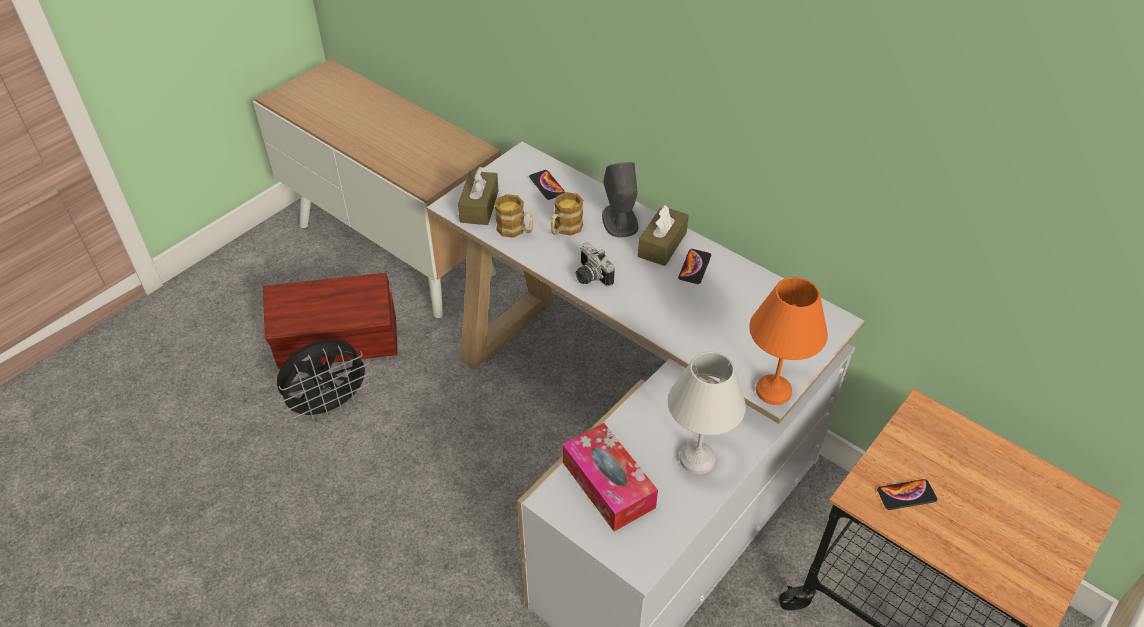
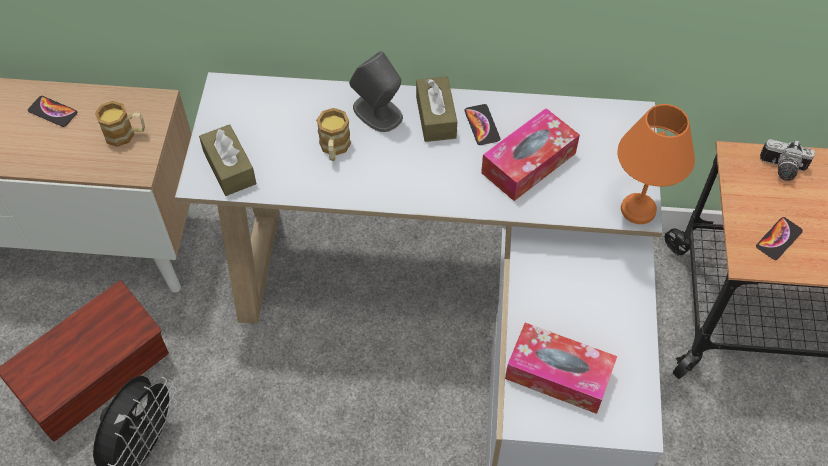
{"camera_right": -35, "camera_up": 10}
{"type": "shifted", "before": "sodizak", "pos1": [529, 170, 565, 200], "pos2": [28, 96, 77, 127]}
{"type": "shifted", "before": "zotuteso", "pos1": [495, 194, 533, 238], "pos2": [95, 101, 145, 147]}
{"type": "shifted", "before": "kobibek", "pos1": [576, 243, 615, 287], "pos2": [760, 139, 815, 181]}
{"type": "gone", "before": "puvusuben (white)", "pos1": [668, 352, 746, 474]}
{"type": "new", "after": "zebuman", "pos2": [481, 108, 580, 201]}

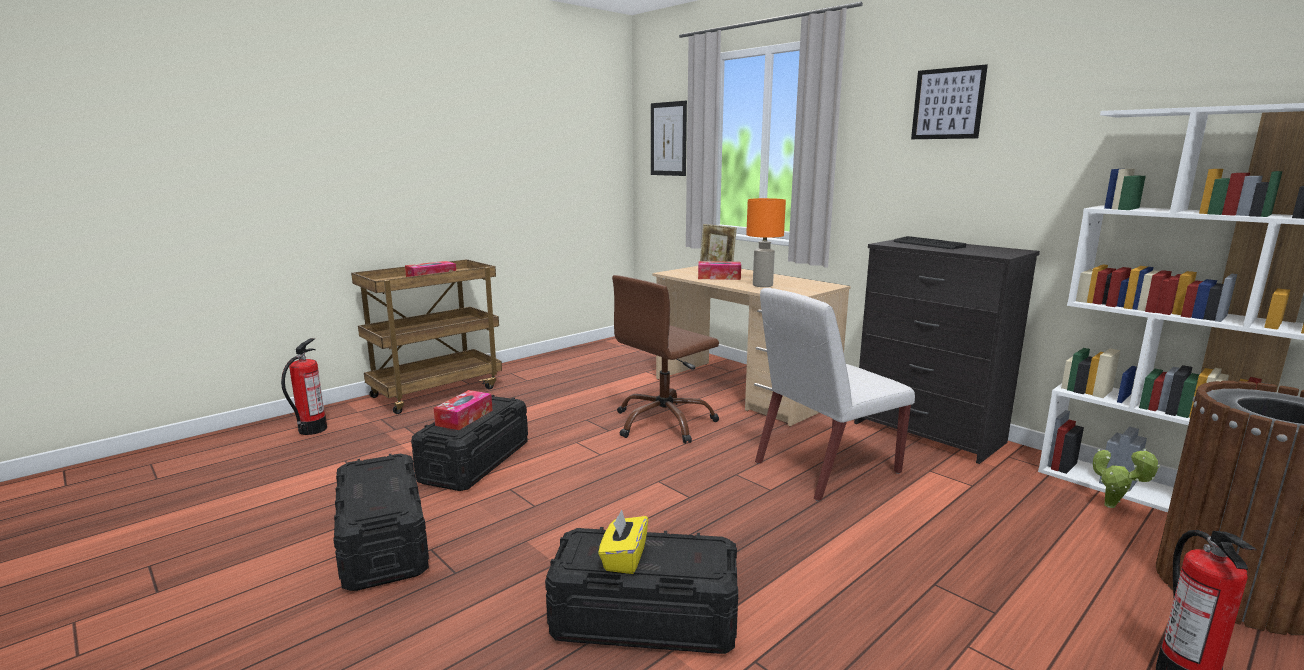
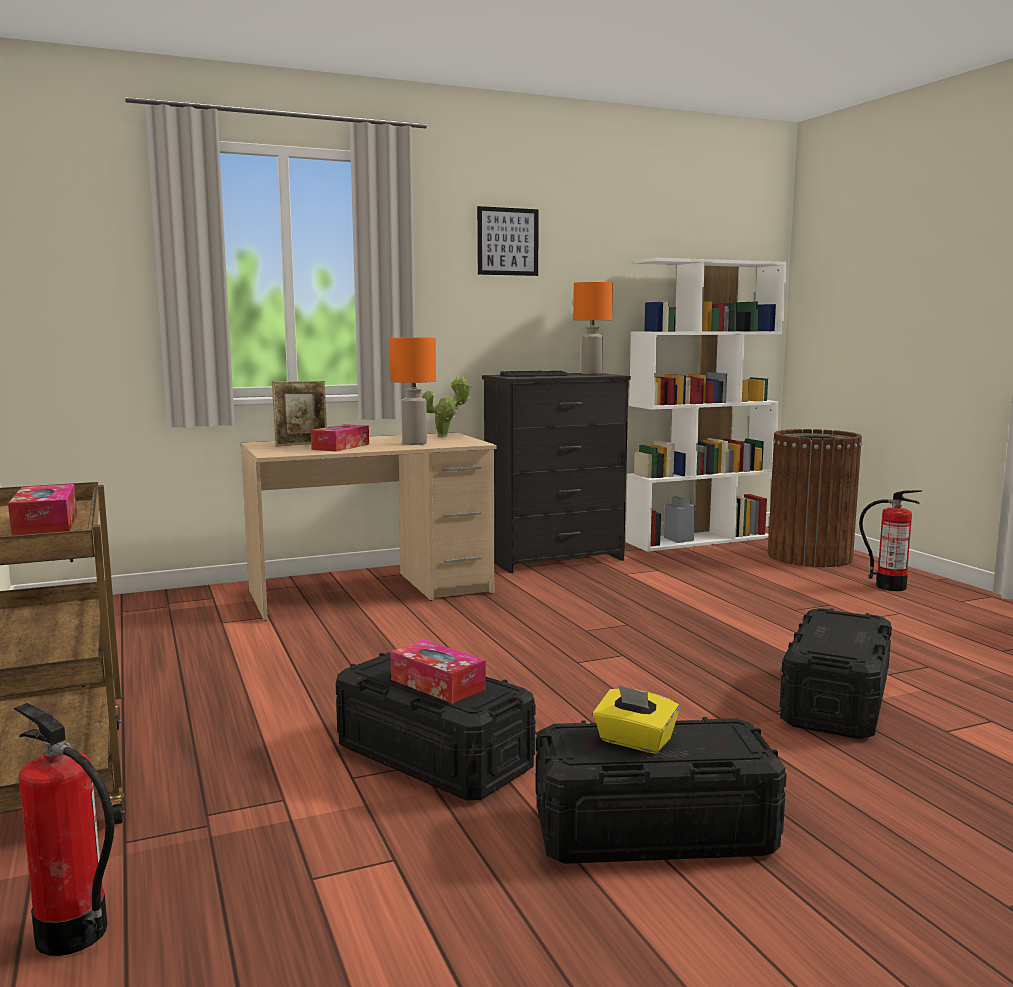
{"camera_right": -70, "camera_up": -5}
{"type": "gone", "before": "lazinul", "pos1": [651, 101, 687, 176]}
{"type": "gone", "before": "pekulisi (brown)", "pos1": [612, 275, 719, 444]}
{"type": "gone", "before": "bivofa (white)", "pos1": [755, 288, 915, 501]}
{"type": "shifted", "before": "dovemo", "pos1": [1093, 449, 1160, 508], "pos2": [421, 376, 472, 437]}
{"type": "shifted", "before": "zebuman (yellow)", "pos1": [598, 509, 648, 574], "pos2": [593, 685, 679, 754]}
{"type": "new", "after": "puvusuben (orange)", "pos2": [573, 282, 613, 374]}

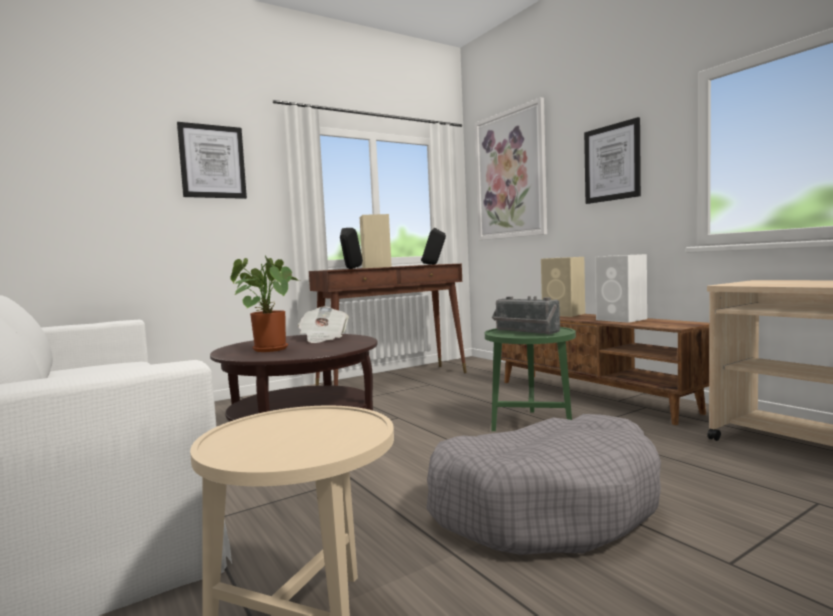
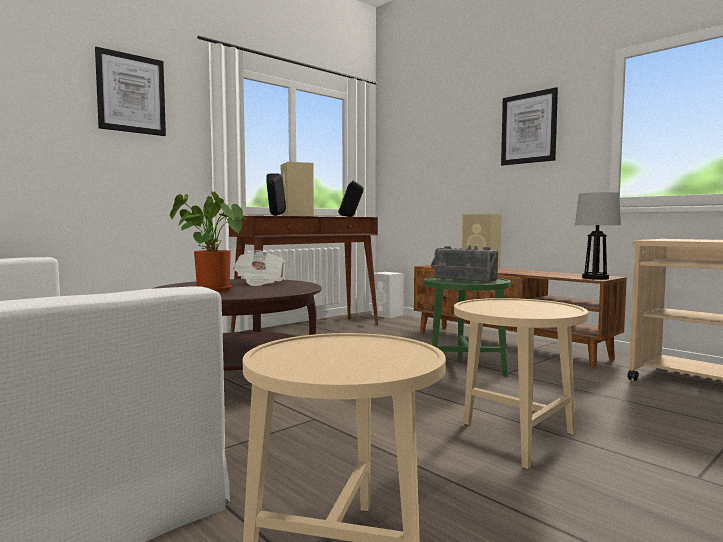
{"camera_right": -10, "camera_up": 0}
{"type": "gone", "before": "lazinul", "pos1": [475, 97, 547, 240]}
{"type": "shifted", "before": "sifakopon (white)", "pos1": [595, 254, 647, 323], "pos2": [371, 272, 404, 318]}
{"type": "swapped", "before": "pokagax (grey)", "after": "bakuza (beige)", "pos1": [426, 414, 661, 555], "pos2": [454, 298, 588, 469]}
{"type": "new", "after": "puvusuben", "pos2": [575, 192, 621, 280]}

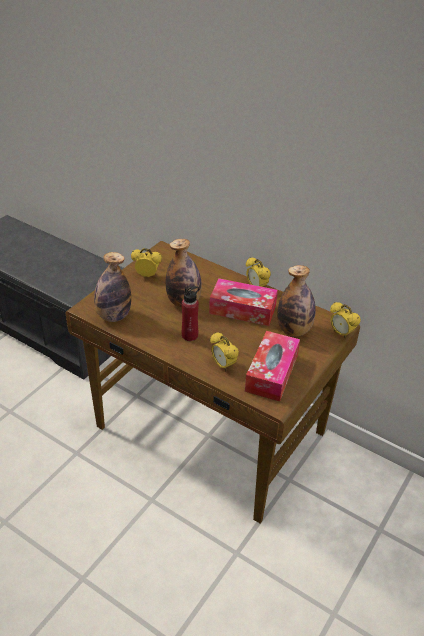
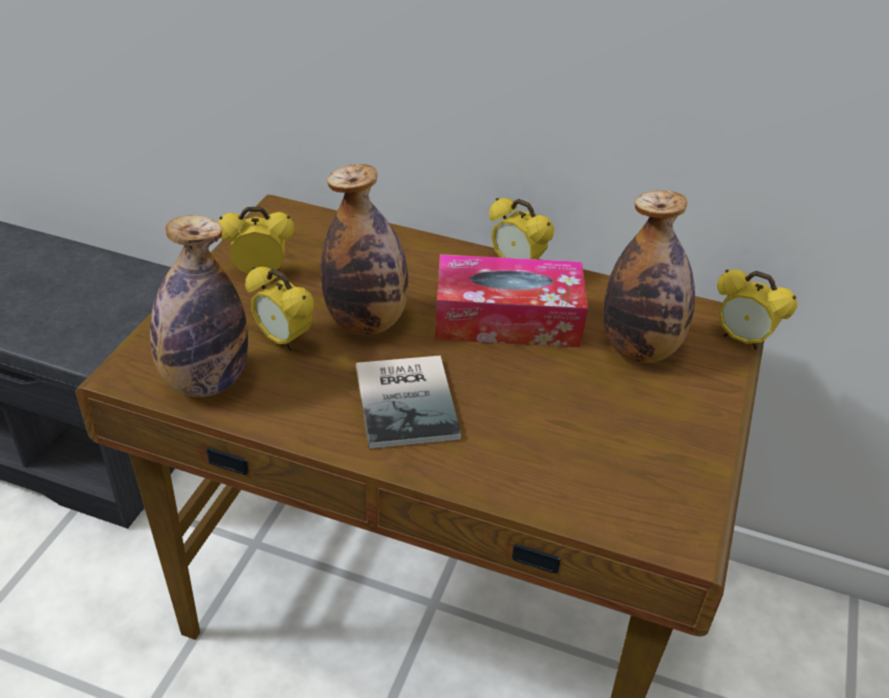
{"camera_right": -15, "camera_up": 0}
{"type": "swapped", "before": "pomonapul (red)", "after": "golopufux", "pos1": [182, 286, 199, 341], "pos2": [356, 355, 461, 449]}
{"type": "gone", "before": "zebuman", "pos1": [245, 331, 300, 401]}
{"type": "shifted", "before": "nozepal", "pos1": [210, 332, 239, 371], "pos2": [245, 267, 314, 351]}

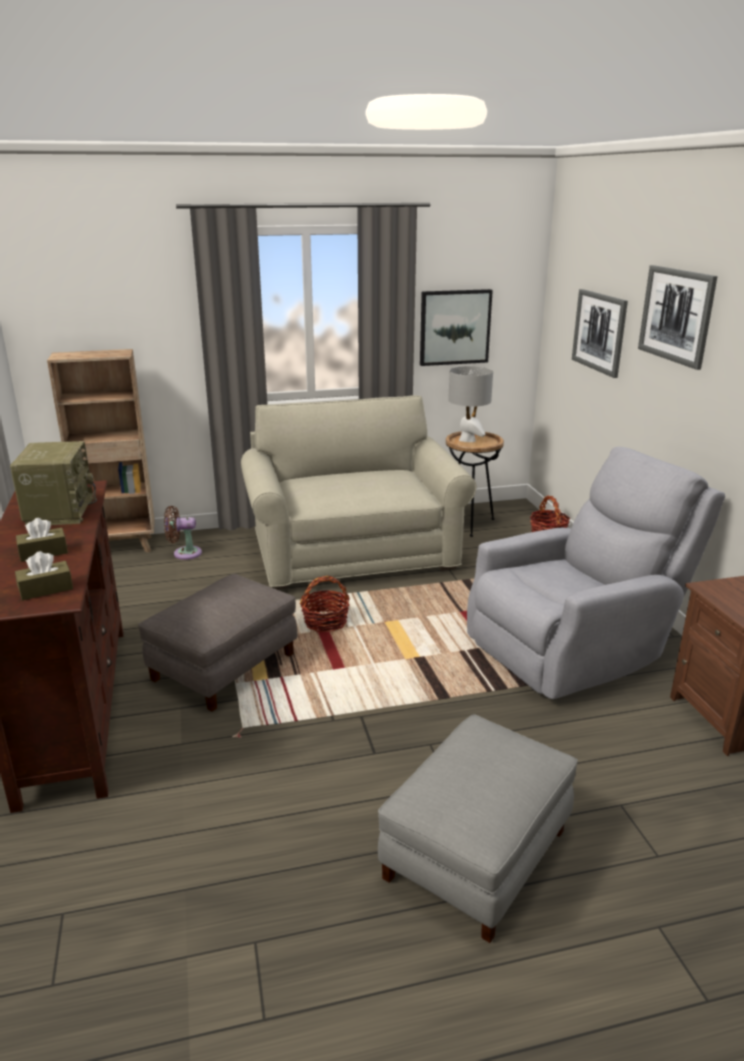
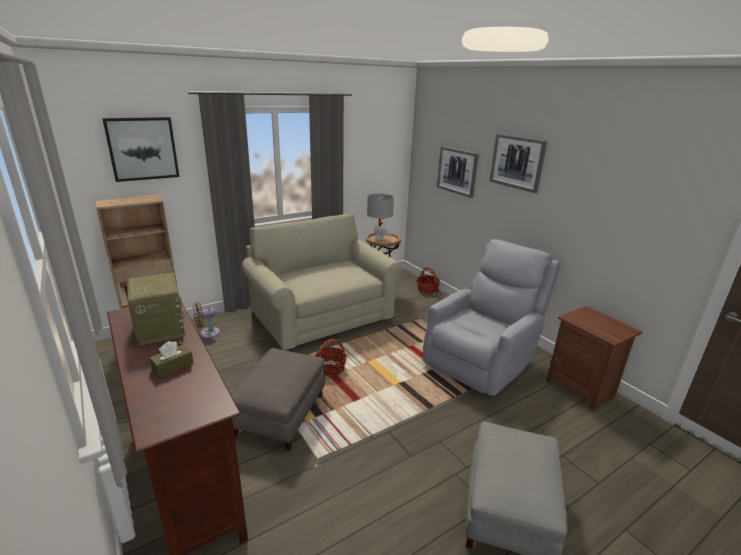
{"camera_right": -20, "camera_up": 0}
{"type": "shifted", "before": "lazinul", "pos1": [420, 289, 493, 366], "pos2": [102, 117, 179, 182]}
{"type": "gone", "before": "zebuman (brown)", "pos1": [15, 551, 73, 600]}

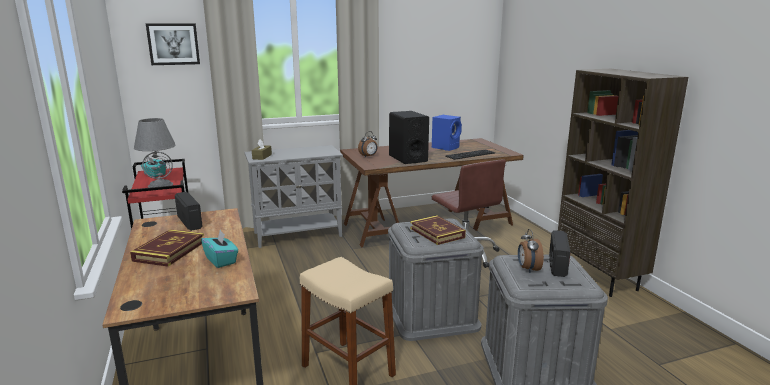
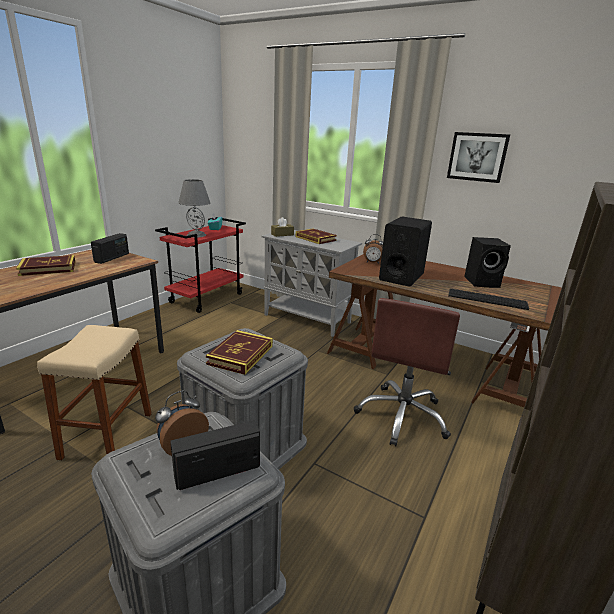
{"camera_right": 50, "camera_up": 5}
{"type": "shifted", "before": "lazinul", "pos1": [146, 23, 200, 65], "pos2": [447, 132, 510, 183]}
{"type": "repainted", "before": "sifakopon (blue)", "after": "sifakopon (black)", "pos1": [432, 115, 462, 151], "pos2": [464, 237, 511, 288]}
{"type": "gone", "before": "zebuman (turquoise)", "pos1": [201, 230, 238, 268]}
{"type": "new", "after": "golopufux", "pos2": [295, 228, 337, 244]}

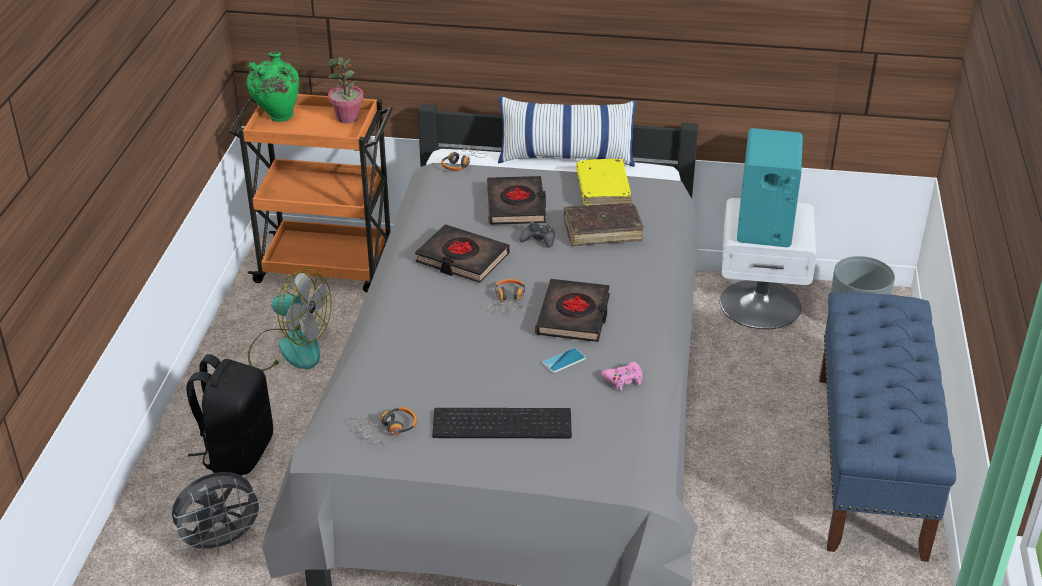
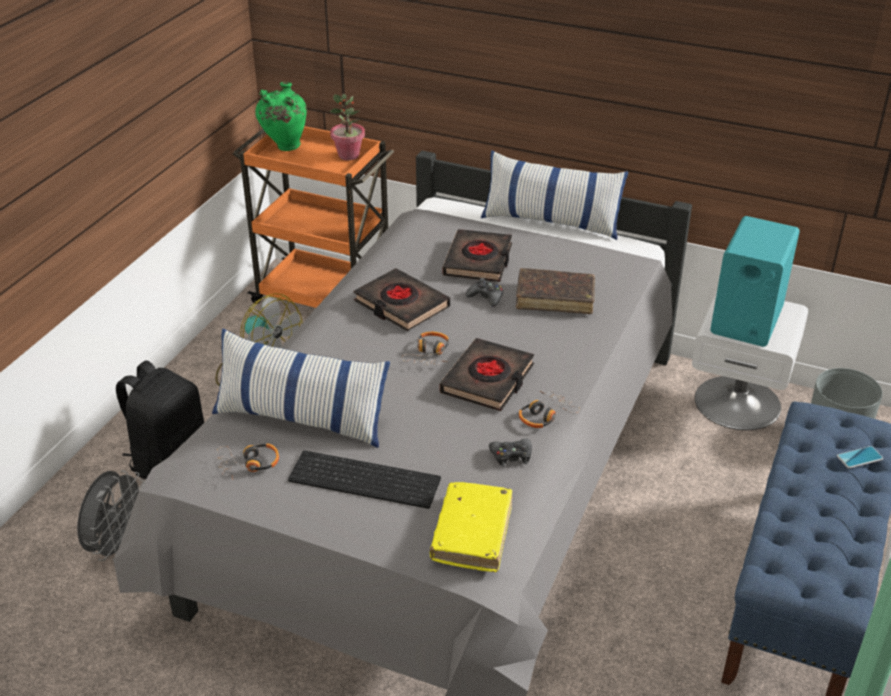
{"camera_right": 15, "camera_up": 0}
{"type": "shifted", "before": "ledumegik", "pos1": [441, 146, 487, 171], "pos2": [519, 391, 580, 428]}
{"type": "shifted", "before": "golopufux (yellow)", "pos1": [576, 159, 632, 205], "pos2": [430, 482, 513, 572]}
{"type": "shifted", "before": "sodizak", "pos1": [542, 348, 586, 373], "pos2": [837, 446, 883, 468]}
{"type": "repainted", "before": "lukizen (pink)", "after": "lukizen (black)", "pos1": [601, 362, 643, 390], "pos2": [489, 439, 532, 467]}
{"type": "rotated", "before": "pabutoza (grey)", "pos1": [171, 472, 266, 556], "pos2": [77, 470, 144, 561], "turn": -60}
{"type": "new", "after": "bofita", "pos2": [212, 329, 390, 448]}

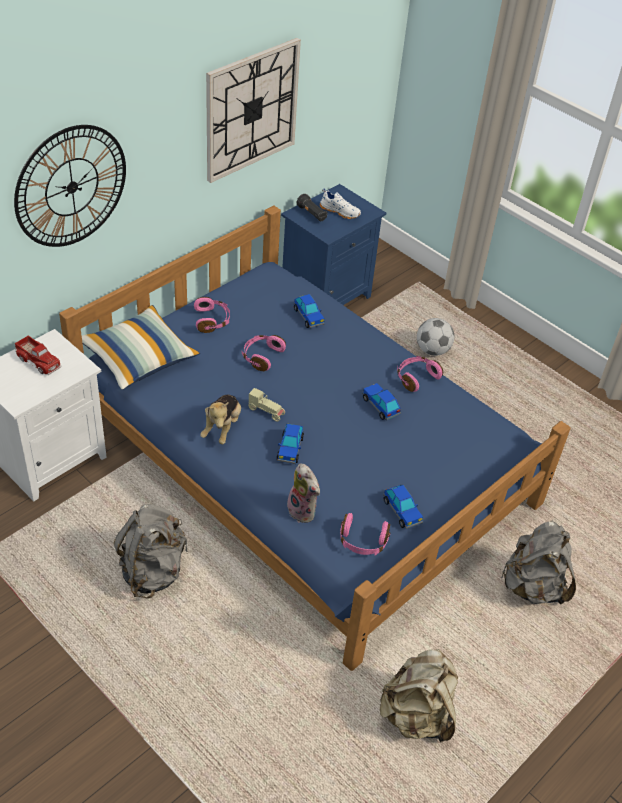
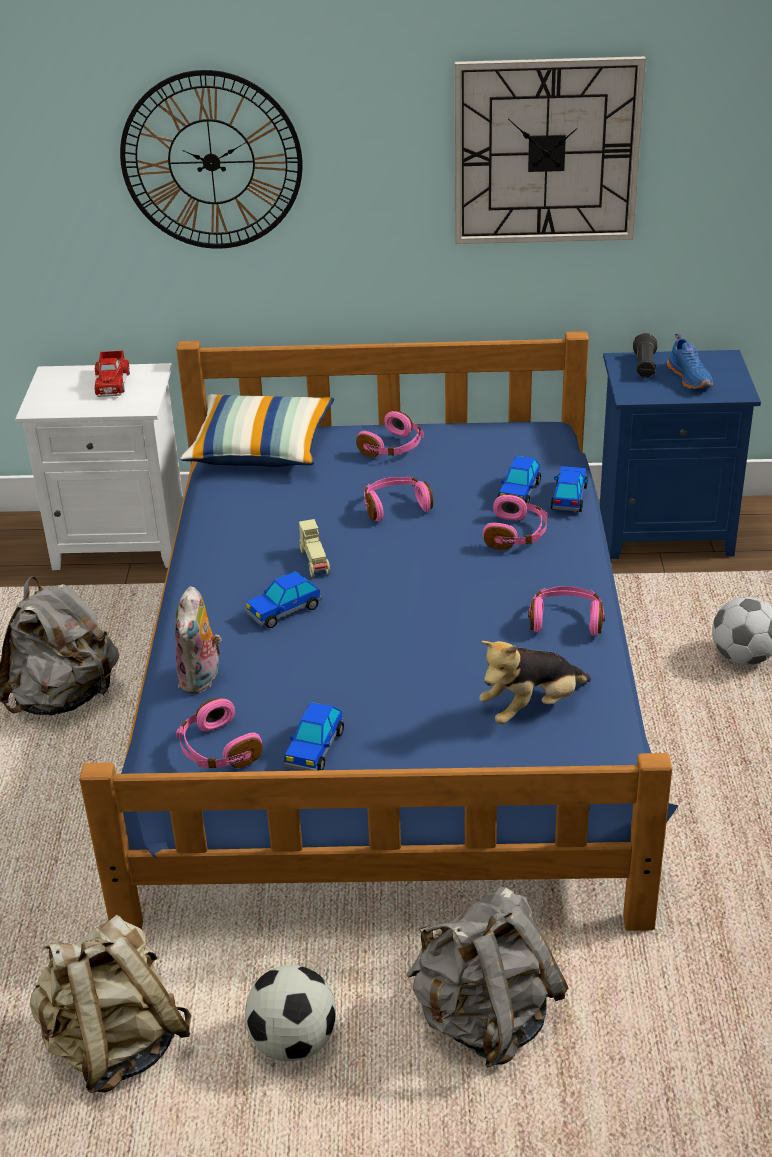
{"camera_right": 50, "camera_up": -10}
{"type": "repainted", "before": "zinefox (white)", "after": "zinefox (blue)", "pos1": [320, 188, 361, 219], "pos2": [667, 333, 713, 389]}
{"type": "shifted", "before": "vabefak", "pos1": [362, 383, 401, 420], "pos2": [551, 466, 588, 512]}
{"type": "shifted", "before": "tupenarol", "pos1": [200, 395, 241, 444], "pos2": [479, 641, 591, 724]}
{"type": "new", "after": "ledumegik (pink)", "pos2": [483, 494, 547, 550]}
{"type": "new", "after": "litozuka", "pos2": [245, 965, 336, 1061]}

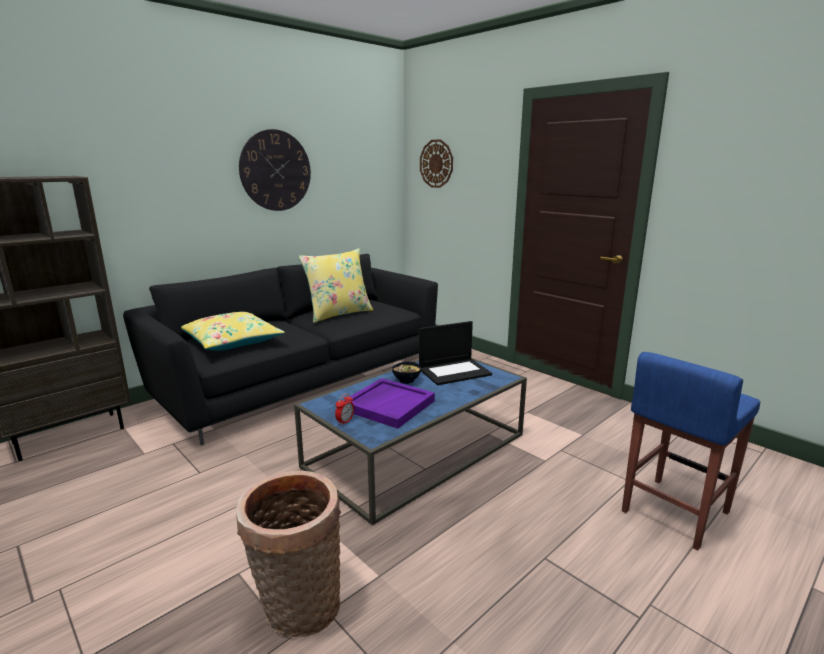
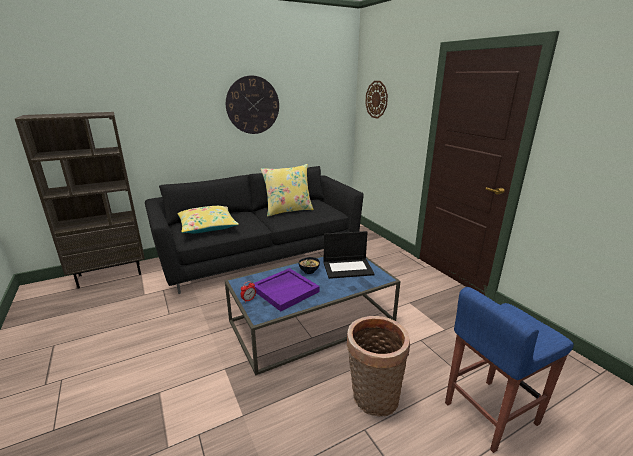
{"camera_right": 15, "camera_up": 5}
{"type": "shifted", "before": "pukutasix", "pos1": [236, 471, 341, 637], "pos2": [347, 316, 410, 417]}

